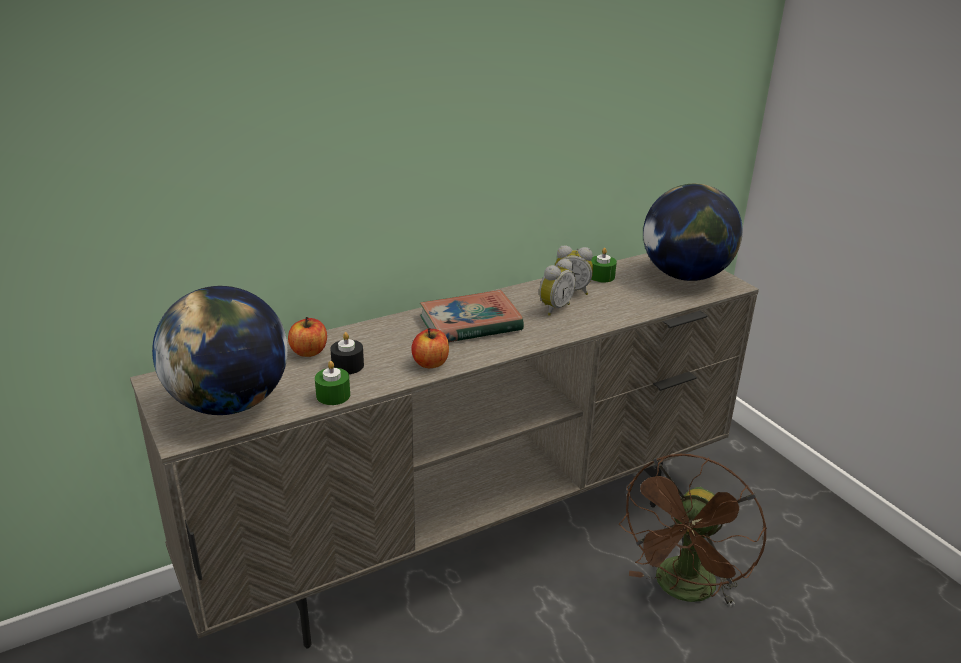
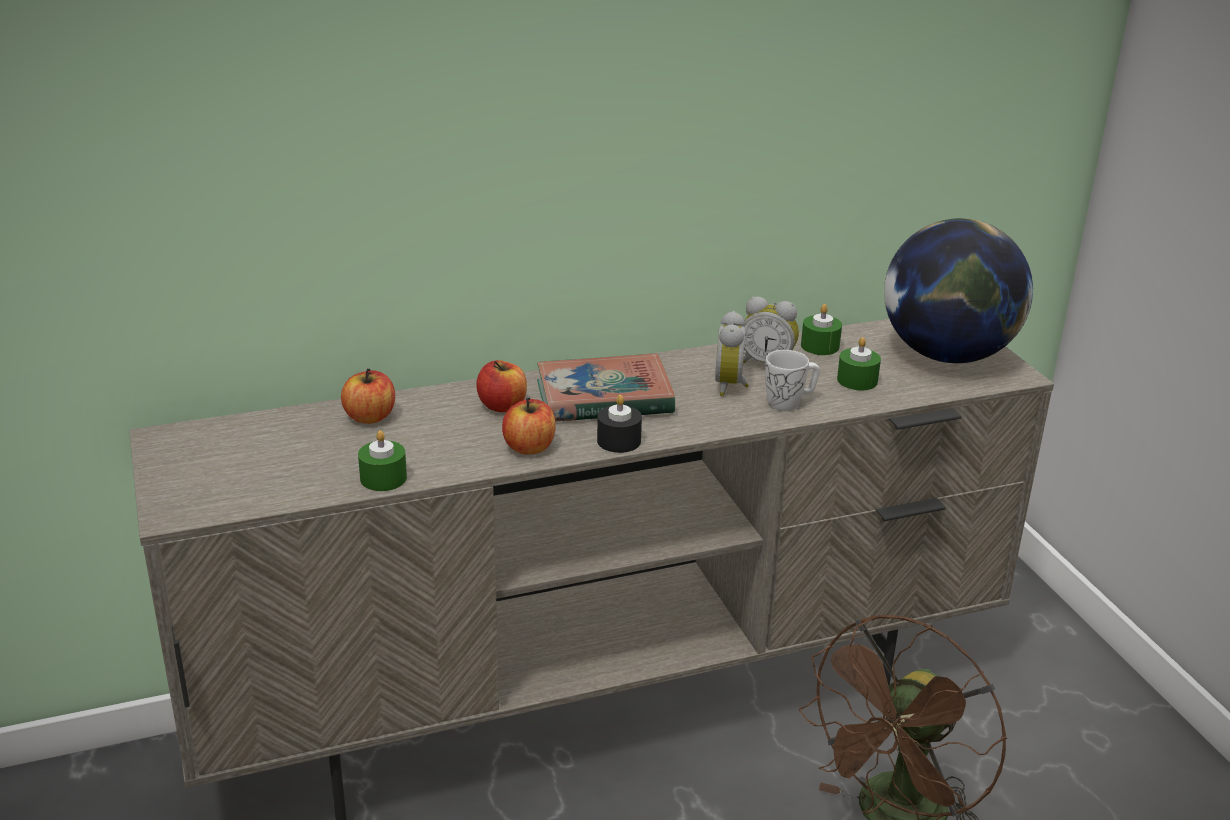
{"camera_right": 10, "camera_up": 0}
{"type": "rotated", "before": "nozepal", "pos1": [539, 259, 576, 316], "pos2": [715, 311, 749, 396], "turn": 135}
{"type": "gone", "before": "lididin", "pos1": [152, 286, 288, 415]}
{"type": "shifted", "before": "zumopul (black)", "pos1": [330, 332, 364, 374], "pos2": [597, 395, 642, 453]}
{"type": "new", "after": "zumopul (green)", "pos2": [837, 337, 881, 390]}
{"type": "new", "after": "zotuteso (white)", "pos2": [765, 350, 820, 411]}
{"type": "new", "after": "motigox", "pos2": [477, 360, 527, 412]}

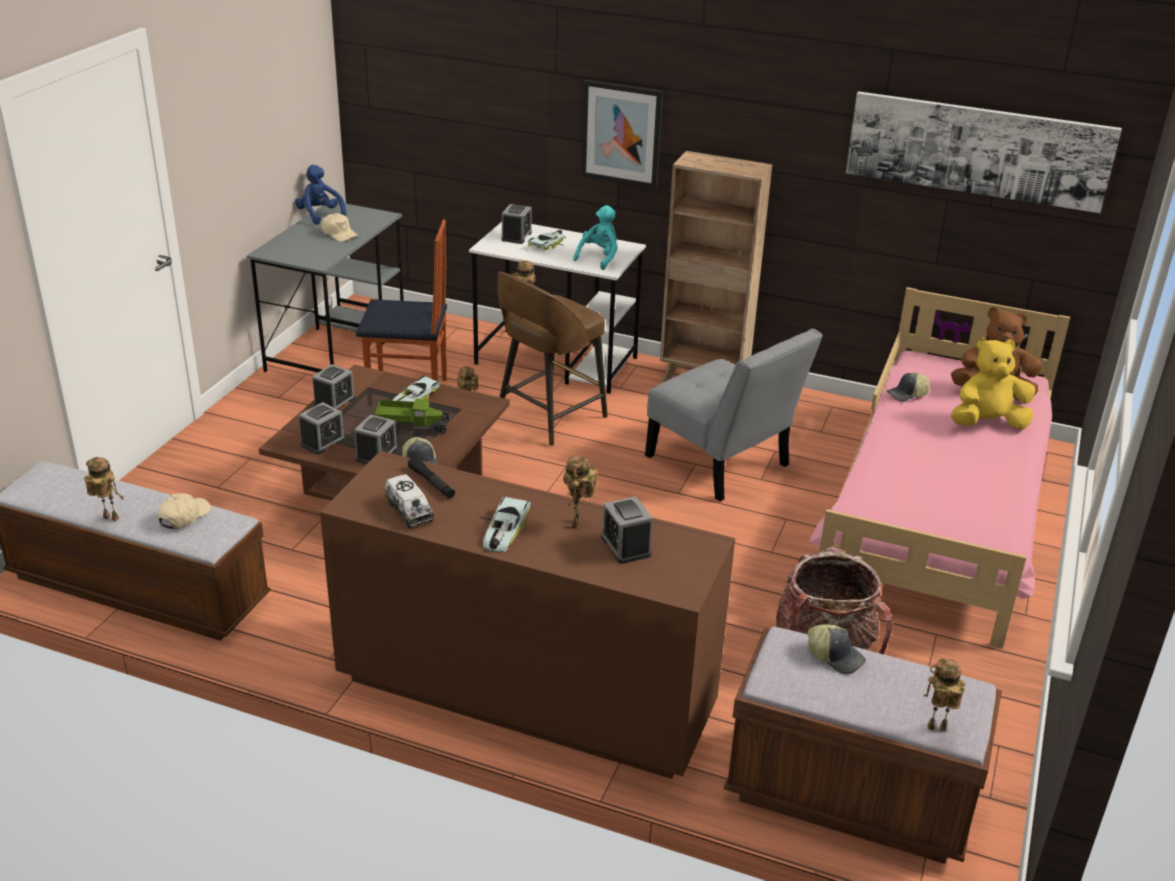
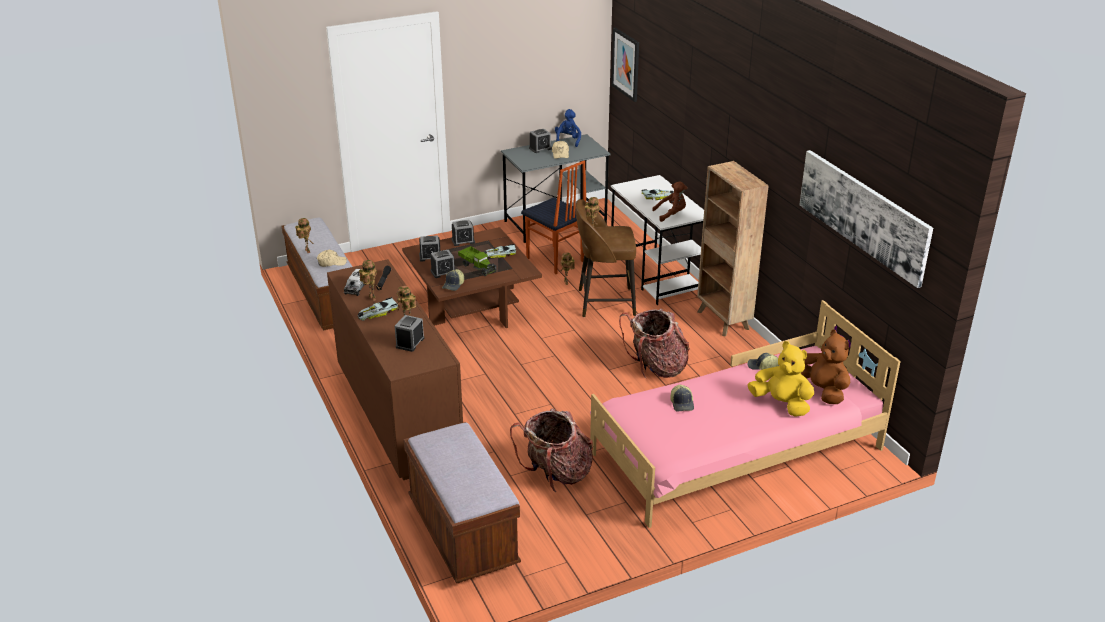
{"camera_right": 45, "camera_up": 0}
{"type": "shifted", "before": "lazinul", "pos1": [581, 80, 663, 189], "pos2": [611, 27, 639, 102]}
{"type": "shifted", "before": "nozepal", "pos1": [501, 204, 532, 244], "pos2": [529, 129, 552, 153]}
{"type": "repainted", "before": "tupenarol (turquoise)", "after": "tupenarol (brown)", "pos1": [573, 205, 618, 270], "pos2": [652, 182, 687, 222]}
{"type": "swapped", "before": "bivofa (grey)", "after": "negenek", "pos1": [645, 328, 823, 501], "pos2": [619, 308, 690, 378]}
{"type": "shifted", "before": "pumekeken", "pos1": [808, 624, 866, 674], "pos2": [671, 385, 694, 412]}
{"type": "shifted", "before": "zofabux", "pos1": [923, 658, 965, 731], "pos2": [359, 260, 381, 301]}

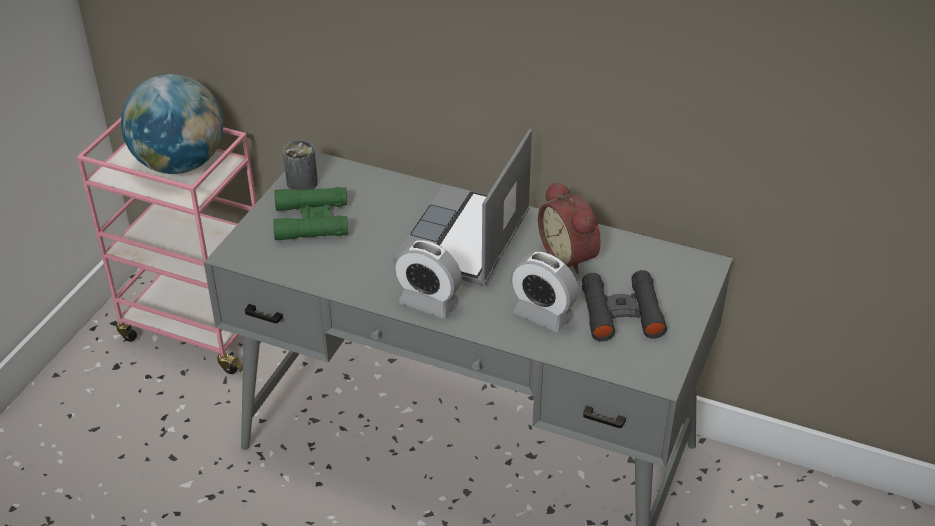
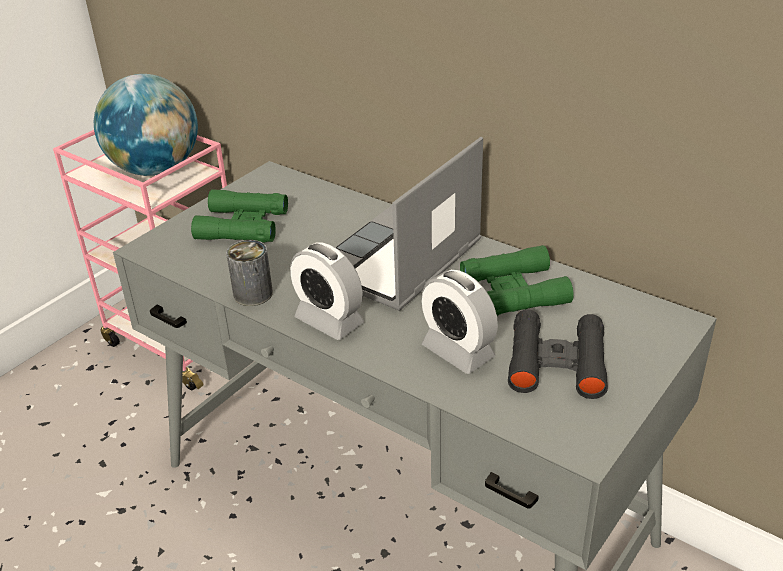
{"camera_right": 15, "camera_up": -5}
{"type": "shifted", "before": "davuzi", "pos1": [283, 141, 318, 190], "pos2": [226, 240, 273, 306]}
{"type": "swapped", "before": "nozepal", "after": "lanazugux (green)", "pos1": [538, 181, 601, 274], "pos2": [460, 245, 574, 316]}

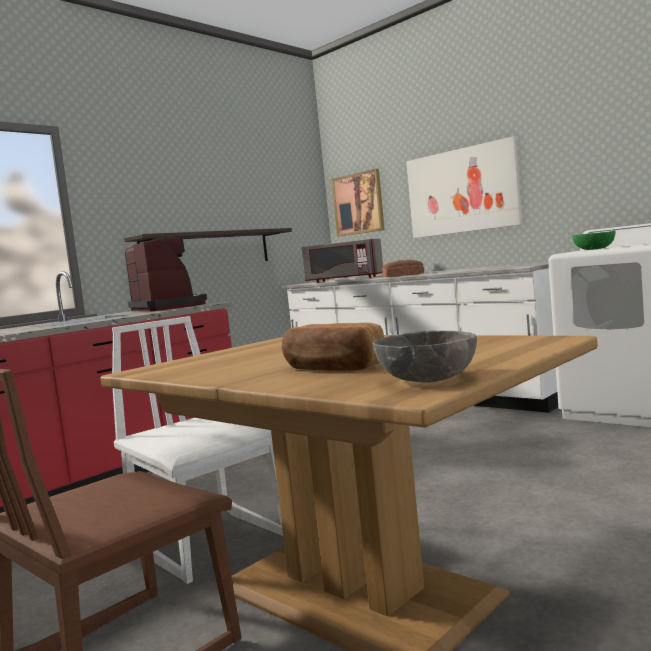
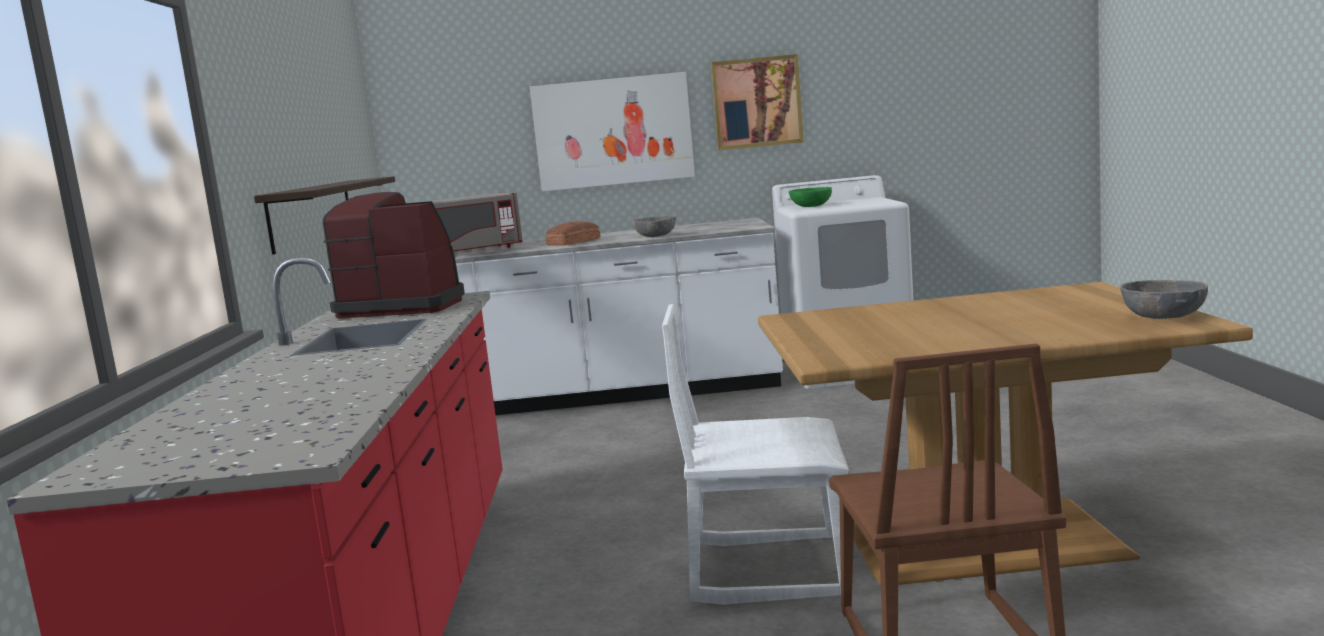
{"camera_right": -45, "camera_up": 5}
{"type": "shifted", "before": "lazinul", "pos1": [331, 169, 385, 237], "pos2": [711, 54, 804, 150]}
{"type": "gone", "before": "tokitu", "pos1": [282, 323, 384, 371]}
{"type": "new", "after": "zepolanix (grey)", "pos2": [633, 216, 676, 237]}

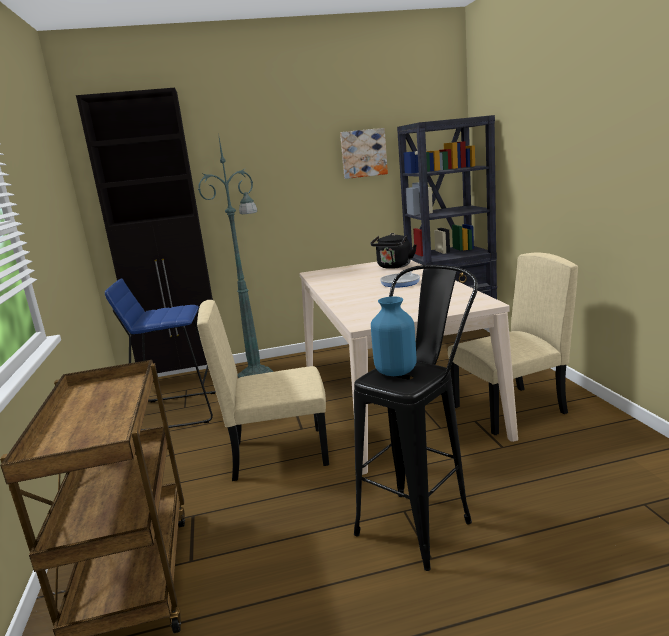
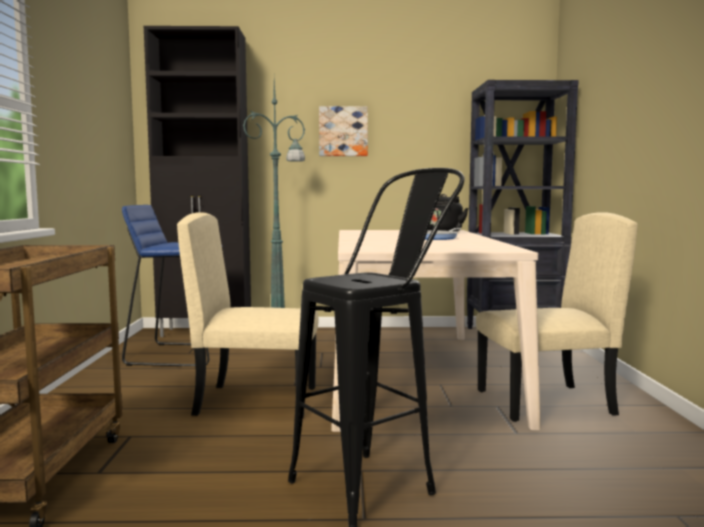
{"camera_right": 10, "camera_up": -10}
{"type": "shifted", "before": "lazinul", "pos1": [340, 128, 388, 179], "pos2": [319, 106, 368, 156]}
{"type": "gone", "before": "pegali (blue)", "pos1": [371, 297, 417, 376]}

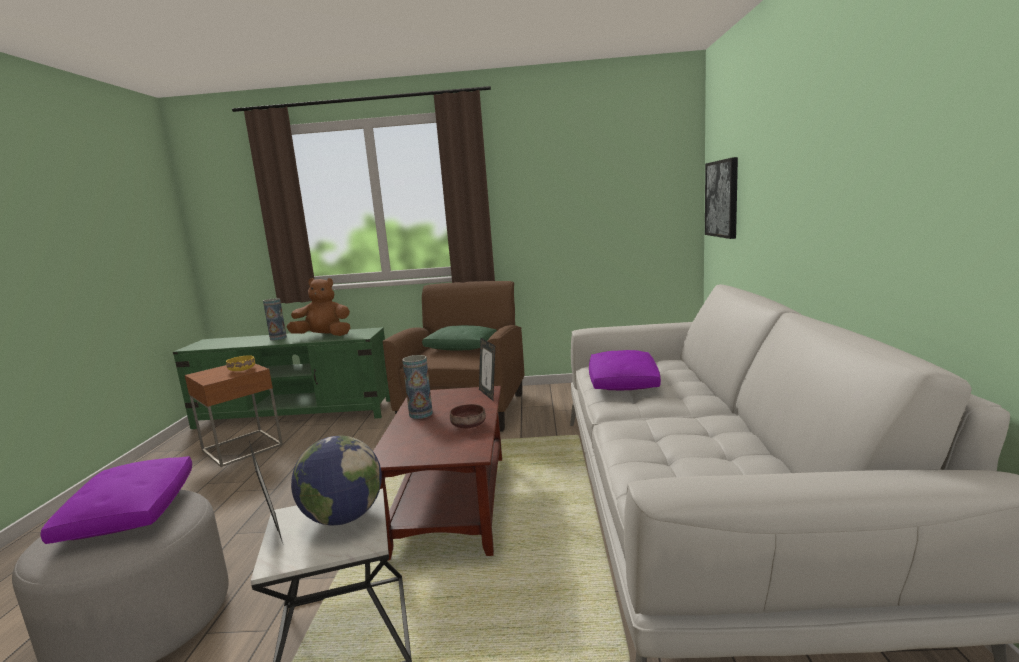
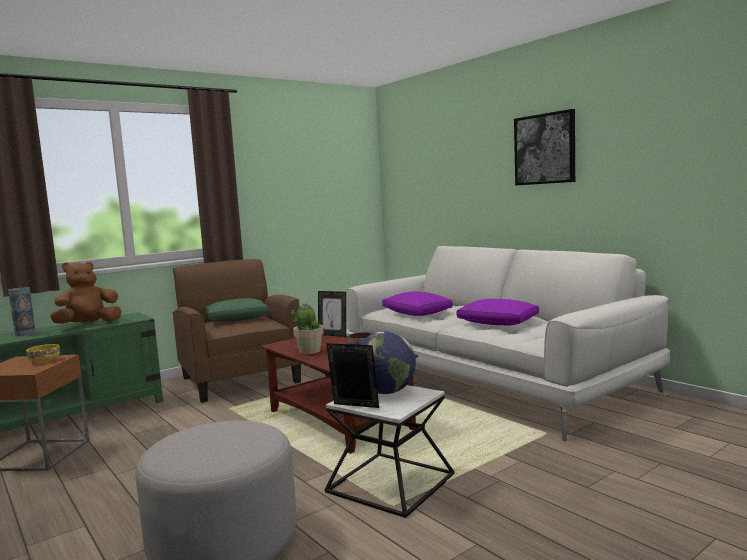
{"camera_right": -40, "camera_up": -5}
{"type": "shifted", "before": "lazinul", "pos1": [705, 157, 738, 239], "pos2": [514, 109, 575, 185]}
{"type": "swapped", "before": "pegali", "after": "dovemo", "pos1": [402, 355, 433, 419], "pos2": [291, 303, 323, 354]}
{"type": "shifted", "before": "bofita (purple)", "pos1": [40, 456, 192, 544], "pos2": [456, 299, 539, 326]}

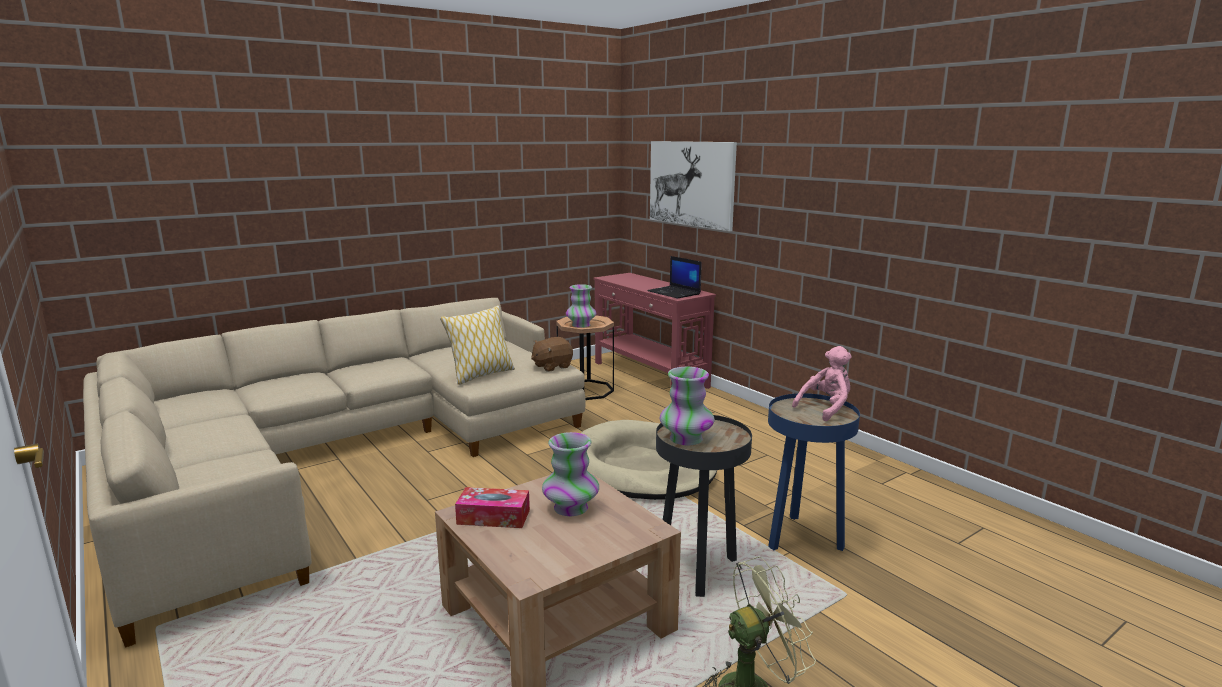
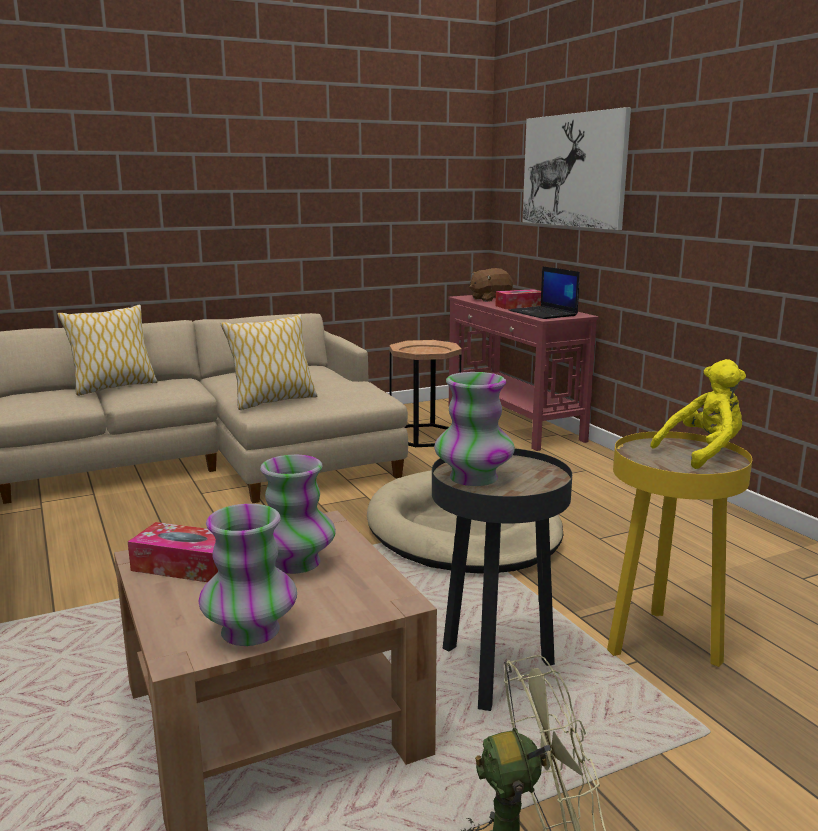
{"camera_right": 10, "camera_up": 0}
{"type": "shifted", "before": "pegali", "pos1": [566, 284, 596, 328], "pos2": [198, 504, 297, 646]}
{"type": "shifted", "before": "tupenarol (brown)", "pos1": [531, 337, 573, 372], "pos2": [470, 268, 513, 302]}
{"type": "repainted", "before": "tupenarol (pink)", "after": "tupenarol (yellow)", "pos1": [792, 346, 852, 421], "pos2": [650, 359, 746, 469]}
{"type": "repainted", "before": "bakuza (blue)", "after": "bakuza (yellow)", "pos1": [768, 393, 860, 551], "pos2": [607, 431, 752, 667]}
{"type": "new", "after": "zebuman", "pos2": [495, 289, 541, 309]}
{"type": "new", "after": "bofita", "pos2": [57, 305, 158, 396]}

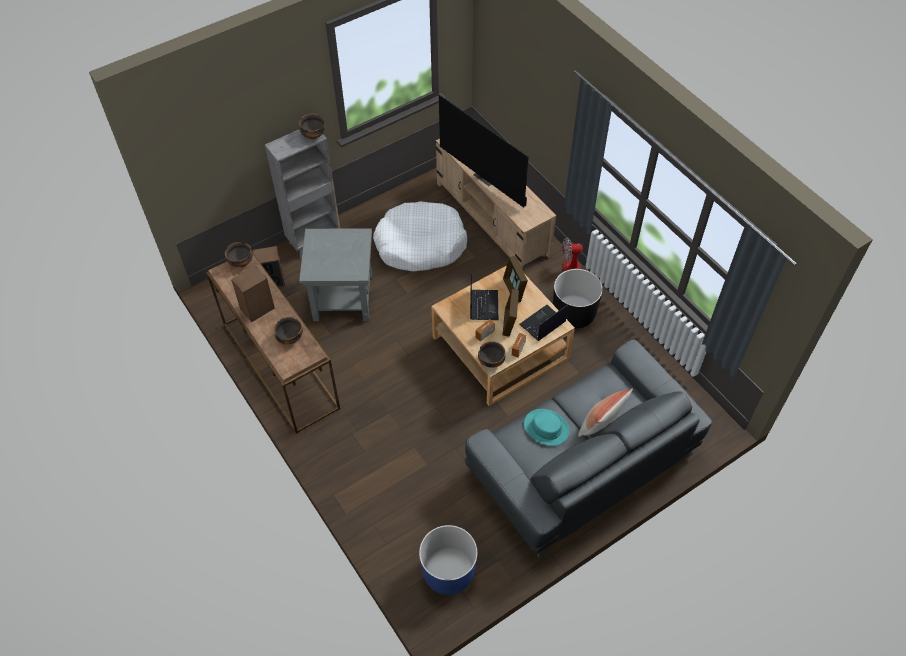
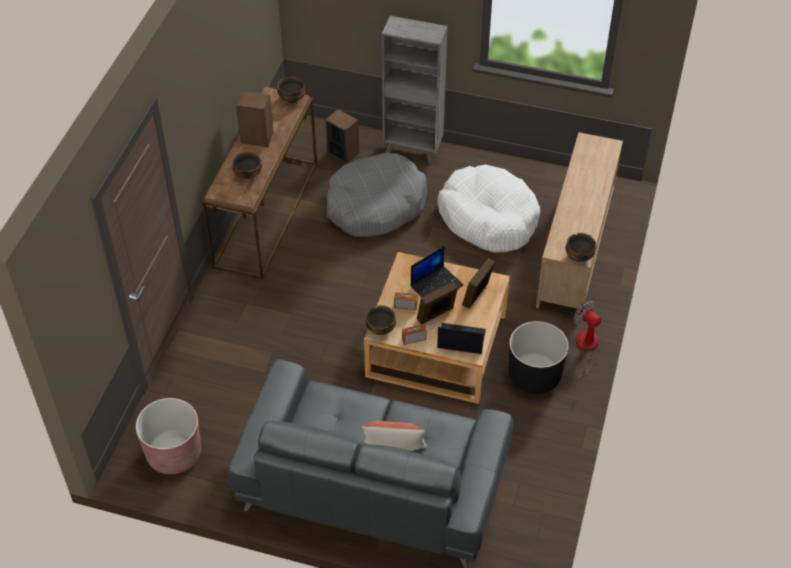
{"camera_right": 50, "camera_up": -5}
{"type": "gone", "before": "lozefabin", "pos1": [439, 95, 529, 208]}
{"type": "shifted", "before": "zepolanix", "pos1": [299, 114, 326, 139], "pos2": [565, 233, 596, 262]}
{"type": "swapped", "before": "bakuza (grey)", "after": "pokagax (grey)", "pos1": [299, 228, 372, 321], "pos2": [327, 153, 427, 237]}
{"type": "gone", "before": "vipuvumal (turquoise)", "pos1": [524, 409, 570, 446]}
{"type": "repainted", "before": "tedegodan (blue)", "after": "tedegodan (brown)", "pos1": [419, 525, 478, 595], "pos2": [136, 398, 201, 474]}

